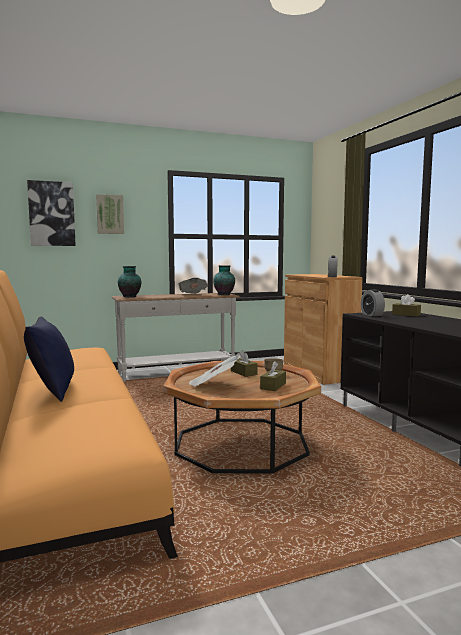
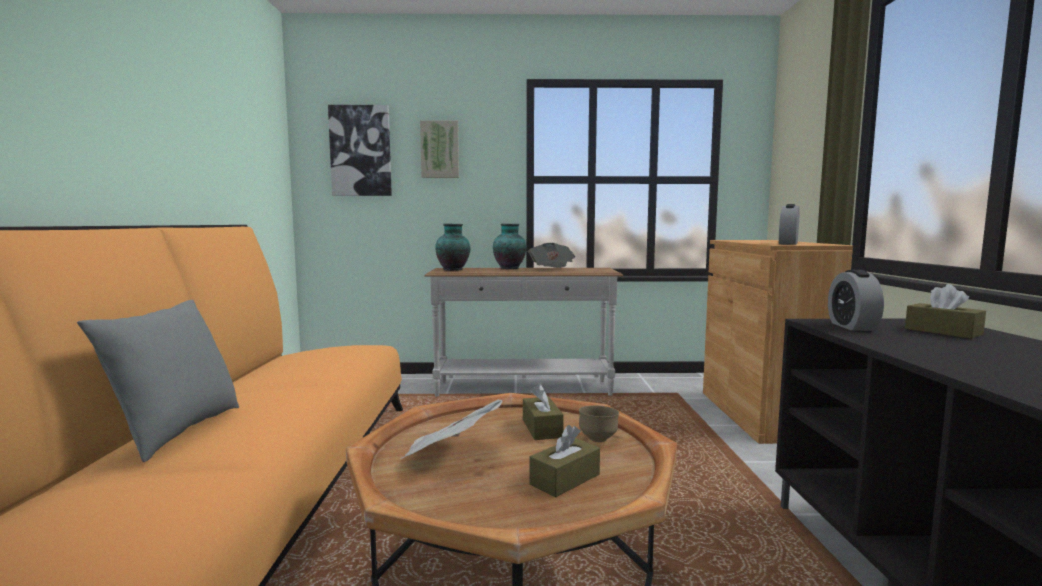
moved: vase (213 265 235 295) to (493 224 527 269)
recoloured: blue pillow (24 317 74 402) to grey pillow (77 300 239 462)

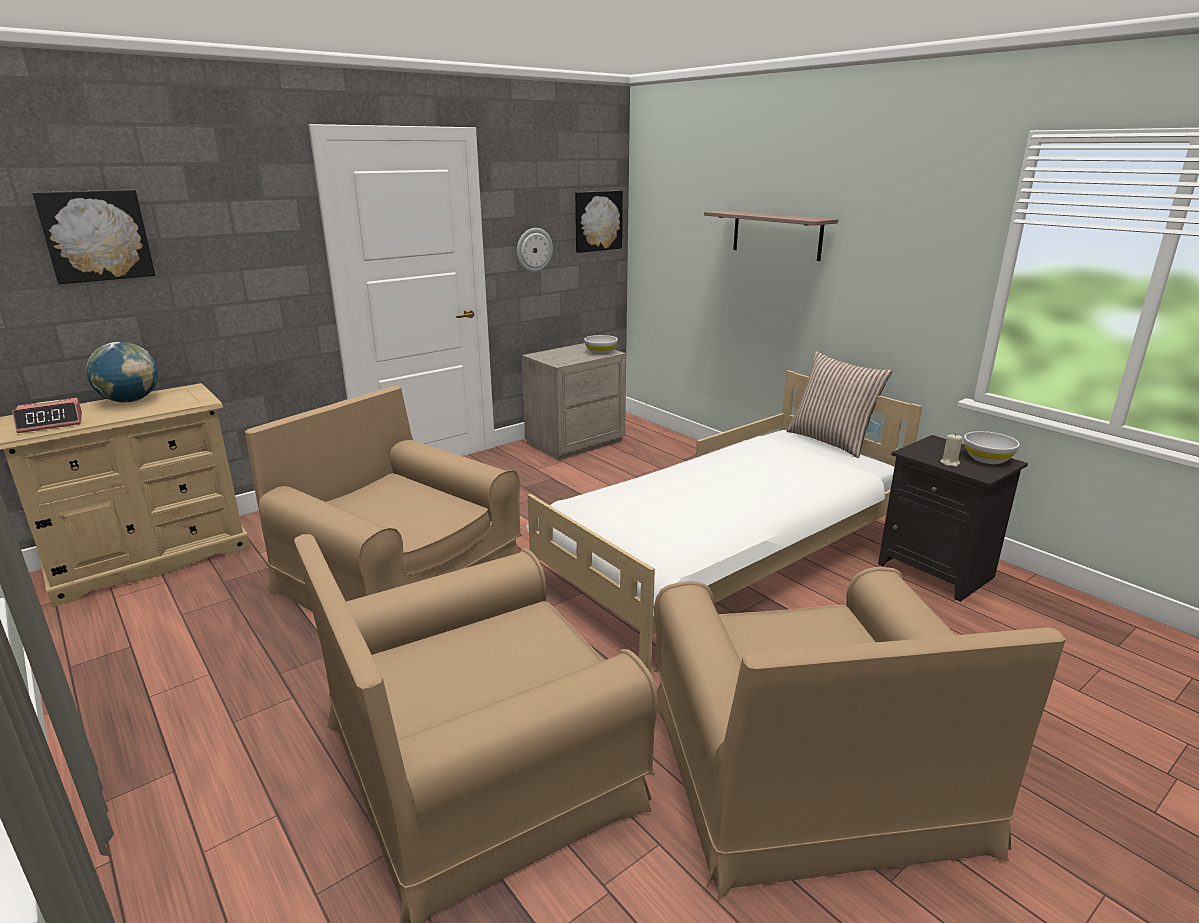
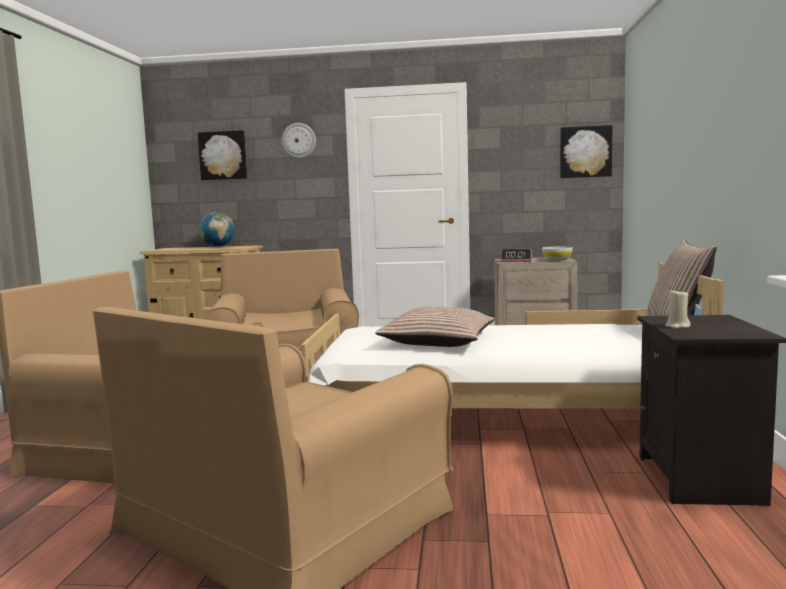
removed: shelf (704 210 838 261); white bowl (964 431 1020 464)
added: pillow (375 306 494 347)
moved: alarm clock (12 398 82 433) to (500 249 532 262); wall clock (517 228 553 273) to (282 123 316 159)

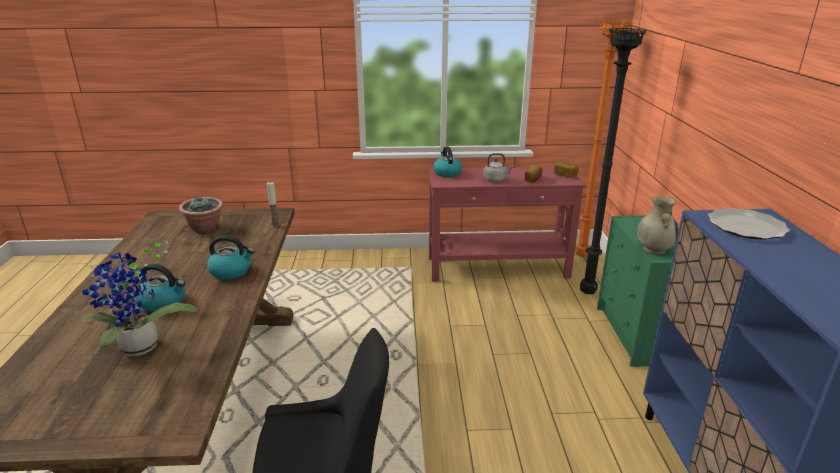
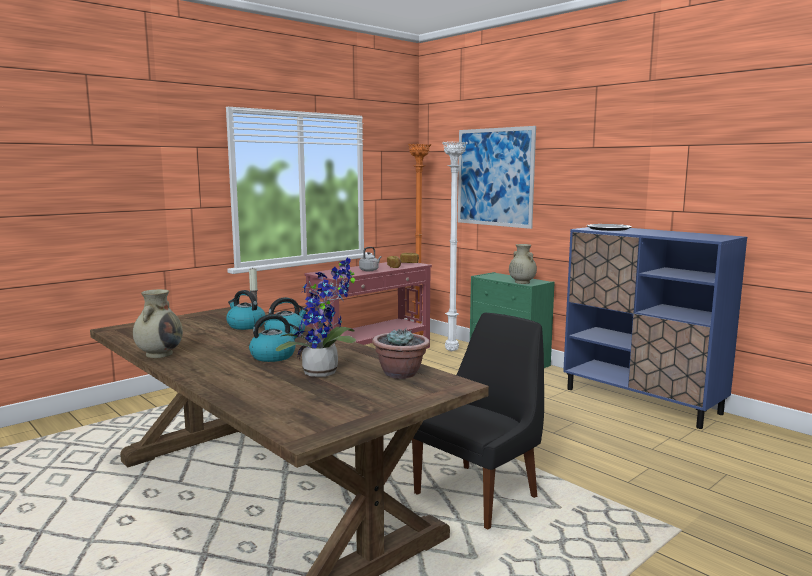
added: beige vase (133 289 183 358); picture (458 126 536 229)
moved: potted plant (179 196 223 233) to (372 328 430 379); kettle (433 146 462 177) to (226 290 265 330)
recoloured: black floor lamp (580 27 647 294) to white floor lamp (442 141 468 352)

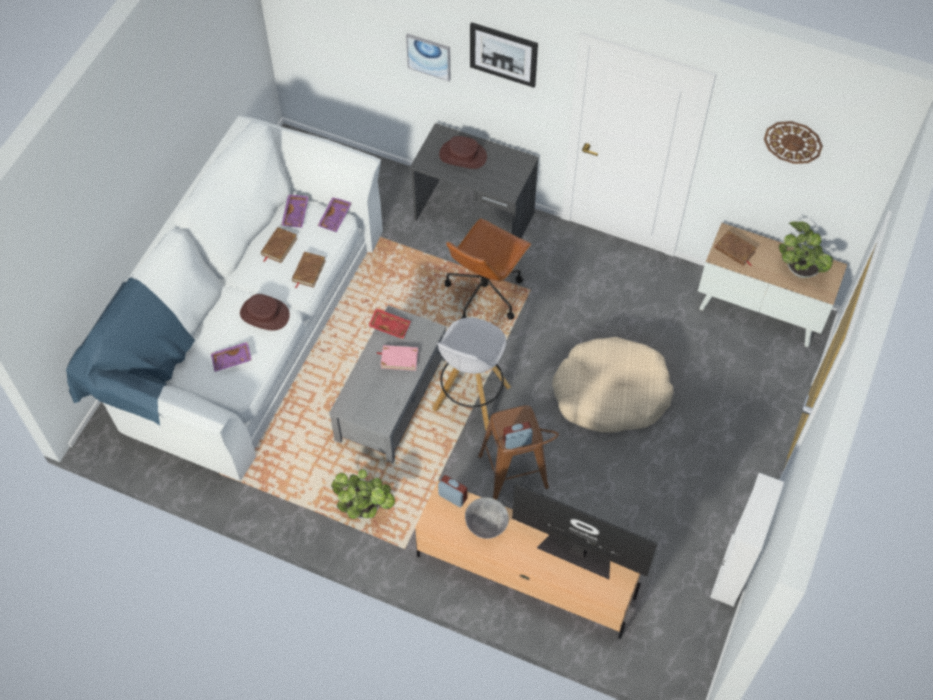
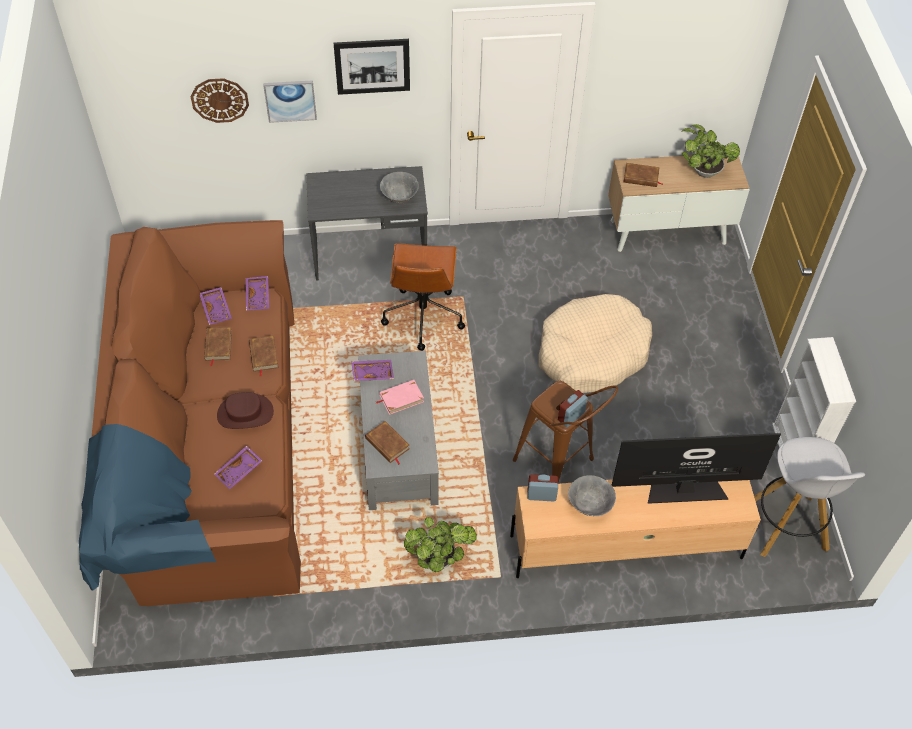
removed: brown hat (439 136 487 169)
added: brown book (365 421 410 465); grey bowl (380 172 419 204)
moved: white stool (432 317 511 430) to (754 437 865 557); wall clock (764 121 823 164) to (191 78 249 123)
recoloured: white sofa (66 116 383 481) to brown sofa (79 220 301 606); red tray (368 308 411 339) to purple tray (351 360 394 381)

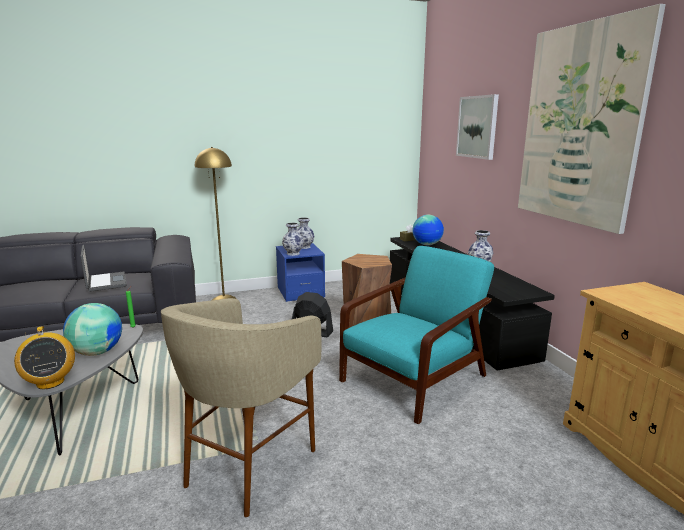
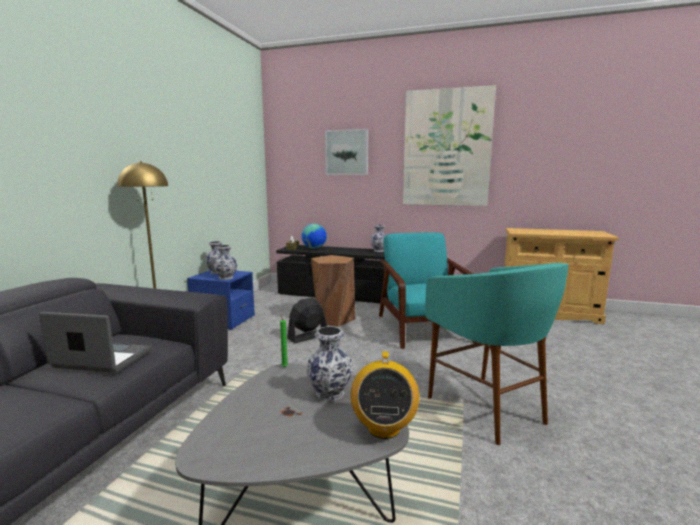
replaced: globe (63 303 122 356) to vase (306 326 353 402)
recoloured: beige stool (161 298 321 517) to turquoise stool (425 263 569 445)
turned: radio (14 326 75 389) = (351 351 419 439) 90 degrees clockwise

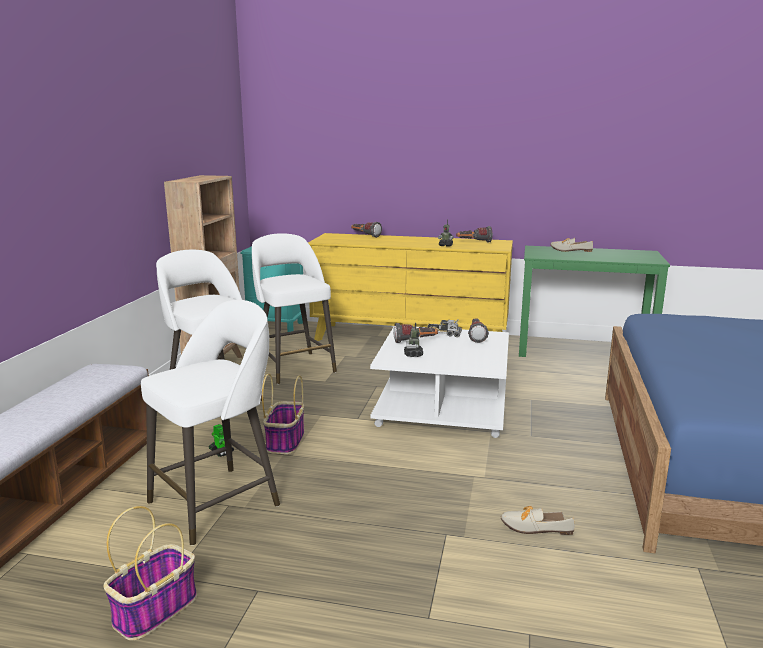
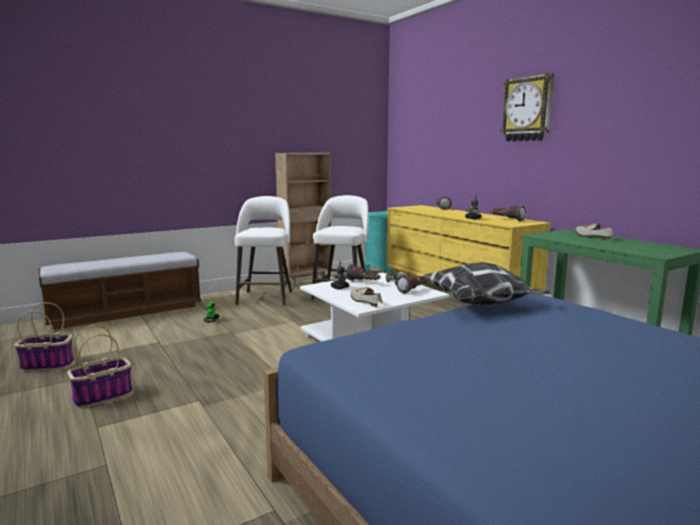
removed: white stool (141 300 280 545)
added: pillow (422 262 551 306); wall clock (501 73 554 141)
moved: basket (262 374 304 454) to (67 325 133 408); shoe (501 506 575 535) to (351 287 383 307)

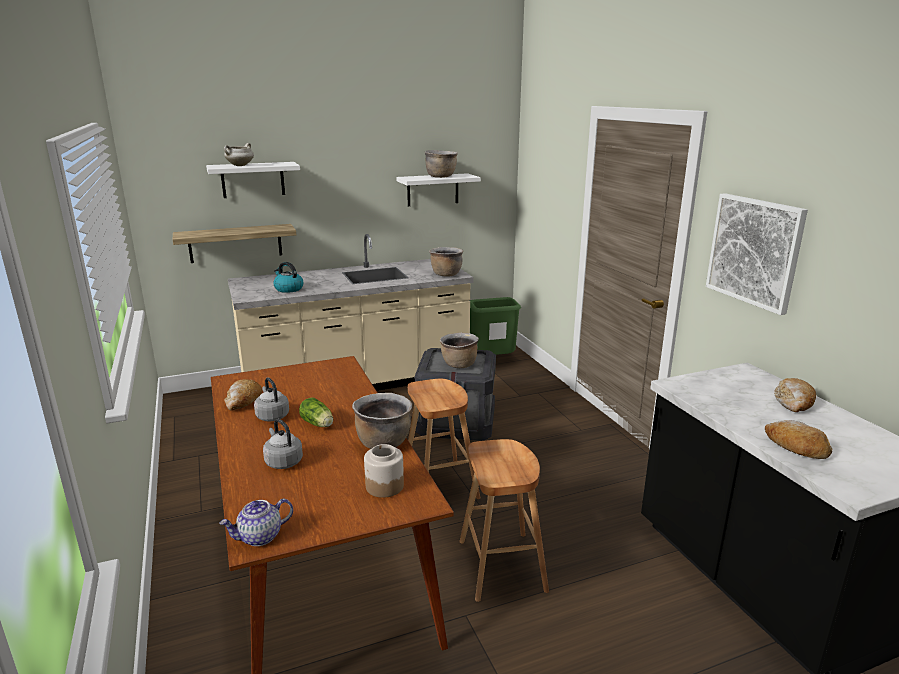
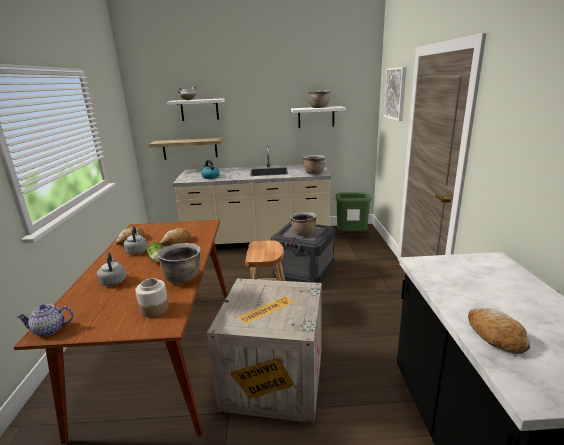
moved: picture (706 193 808 315) to (384 67 407 121); bread (774 378 816 412) to (160 228 191 246)
replaced: brown stool (459 439 549 602) to crate (207 278 321 423)

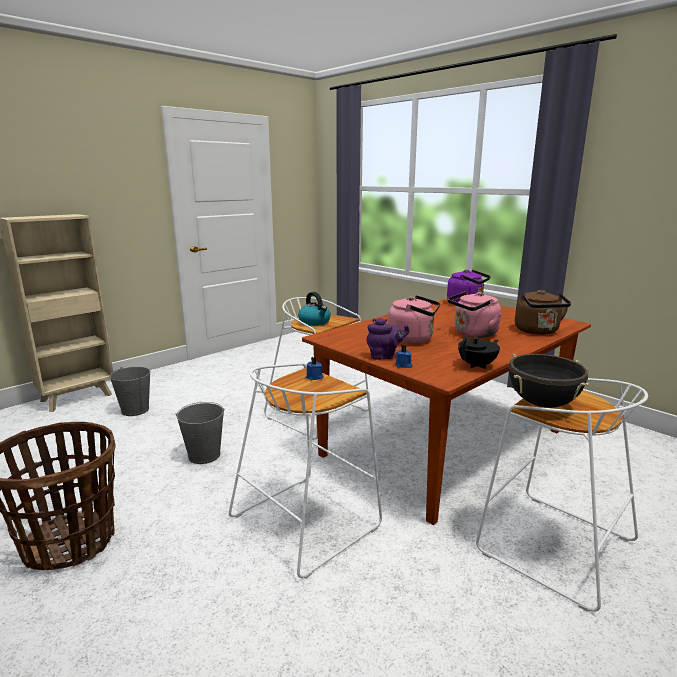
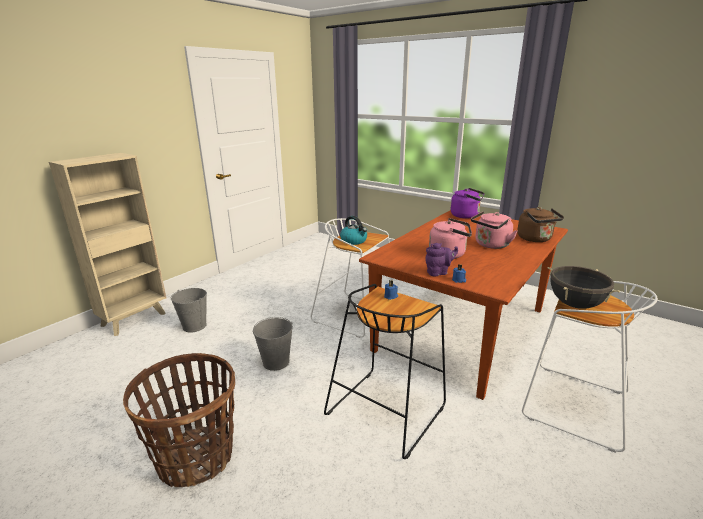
removed: black teapot (458 336 500 369)
recoloured: white stool (229 363 382 579) to black stool (324 284 446 459)

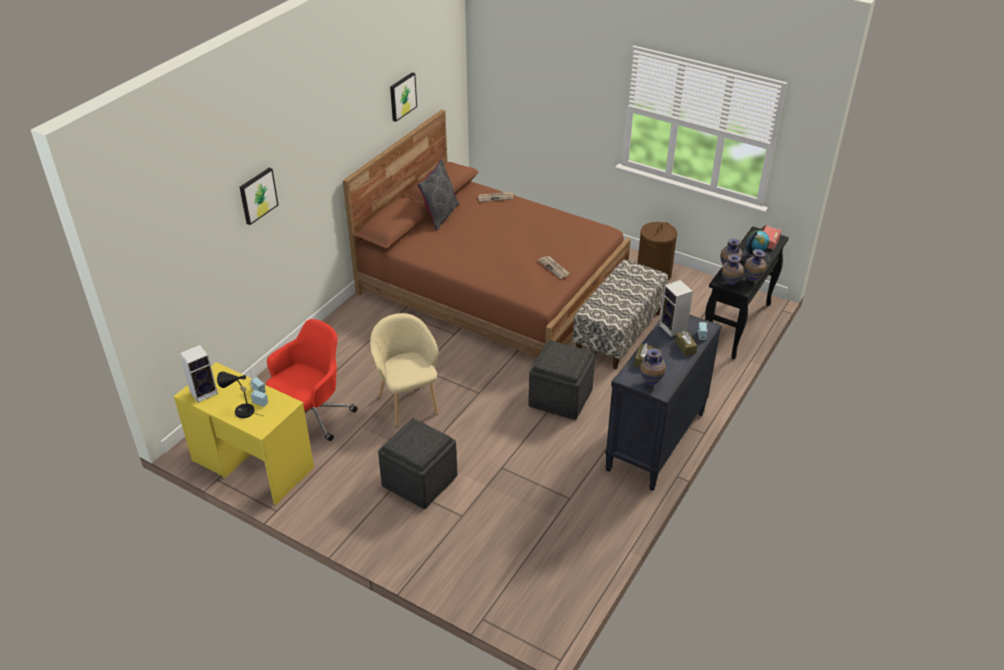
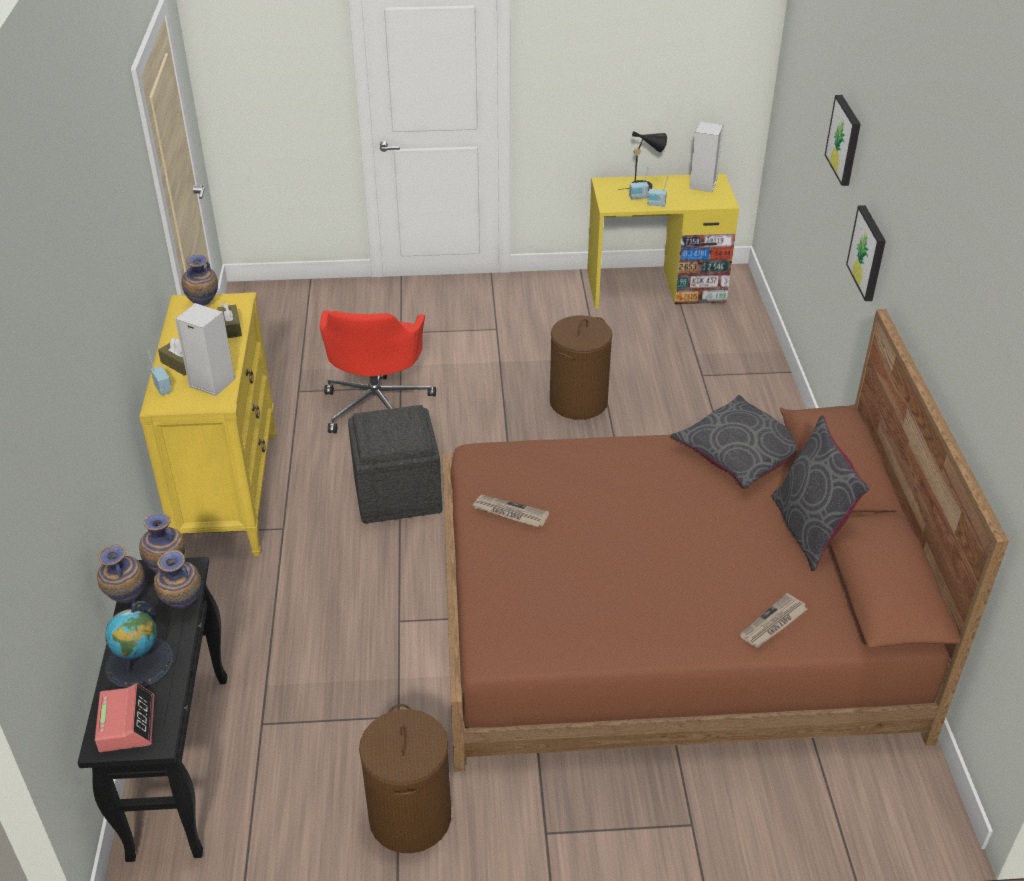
removed: grey ottoman (378 418 457 509); bench (573 259 668 369)
added: grey pillow (670 395 797 489)
moved: red office chair (266 319 358 441) to (320 310 436 433); picture (390 72 417 122) to (846 205 886 301)
replaced: beige armchair (370 313 438 427) to brown laundry basket (550 315 612 420)
recoloured: black dresser (605 314 722 491) to yellow dresser (139 292 276 558)

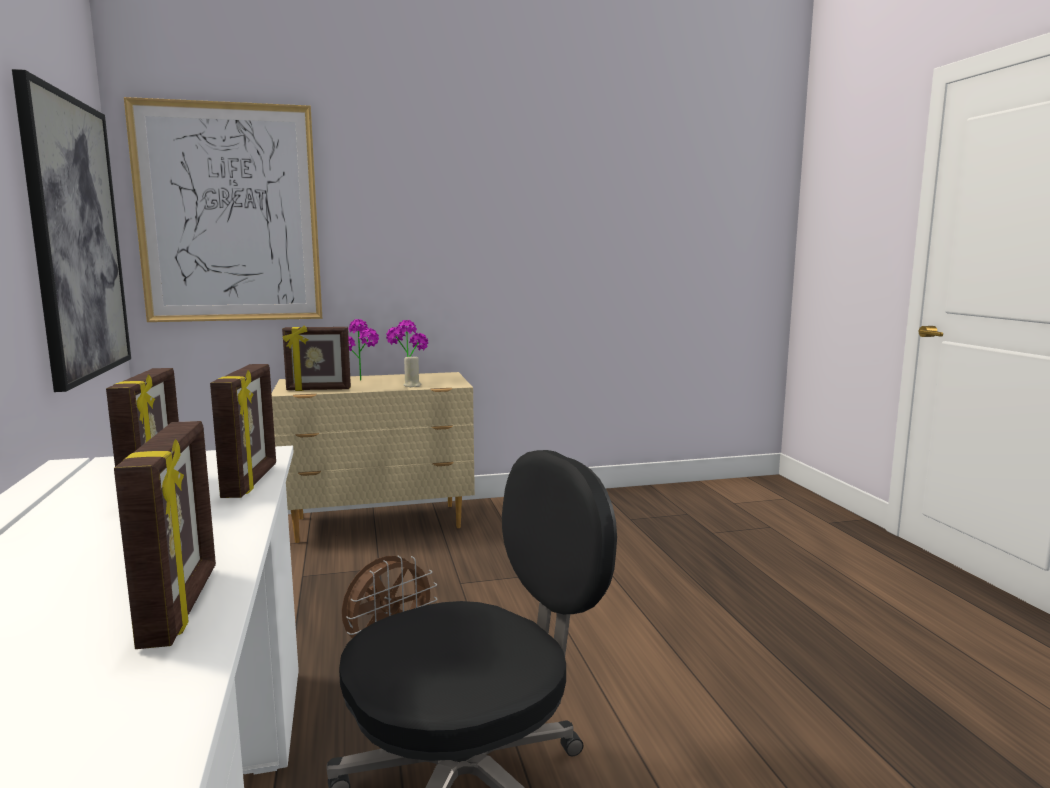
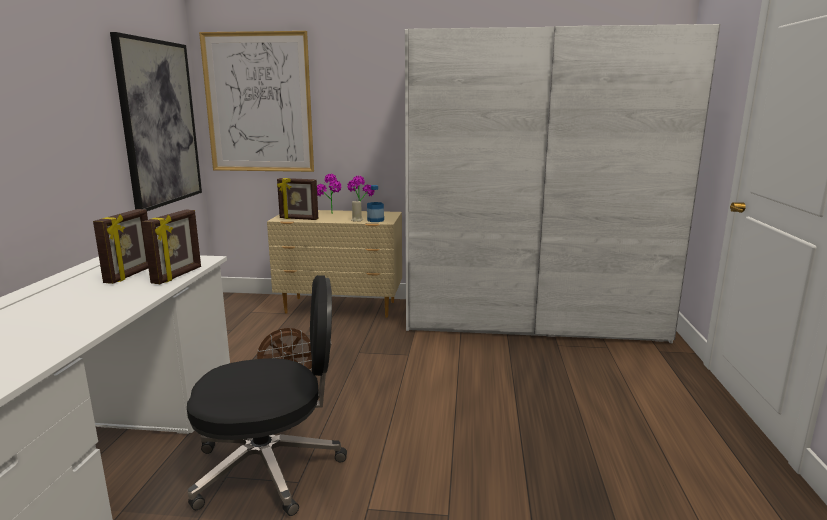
removed: picture frame (114 421 216 649)
added: bottle (367 185 384 222); white wardrobe (405 24 720 343)

